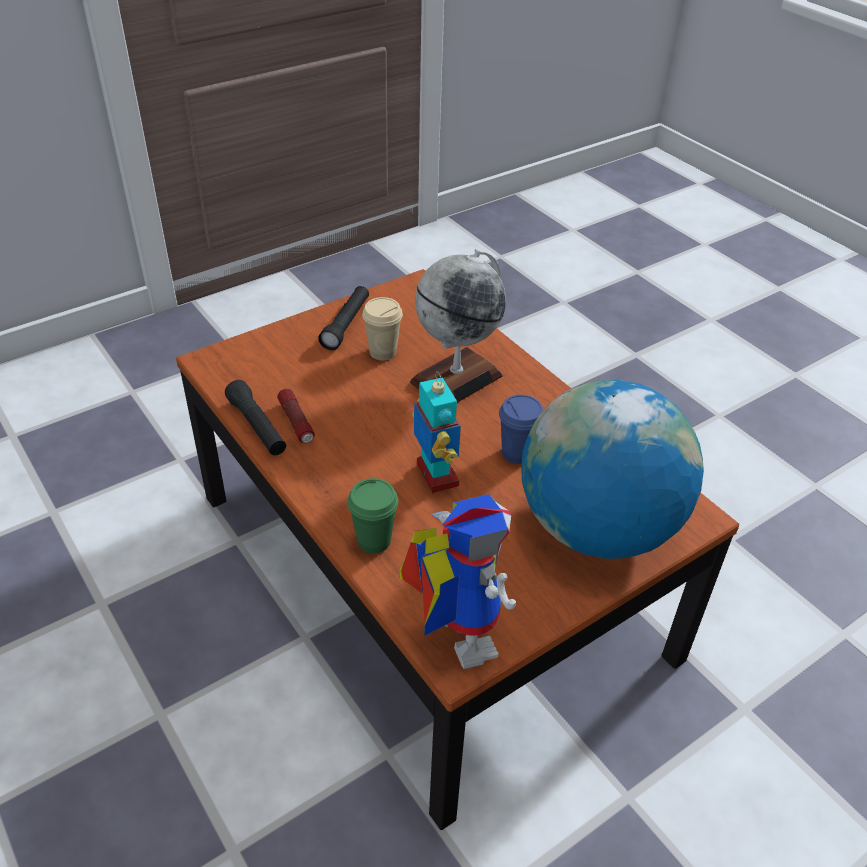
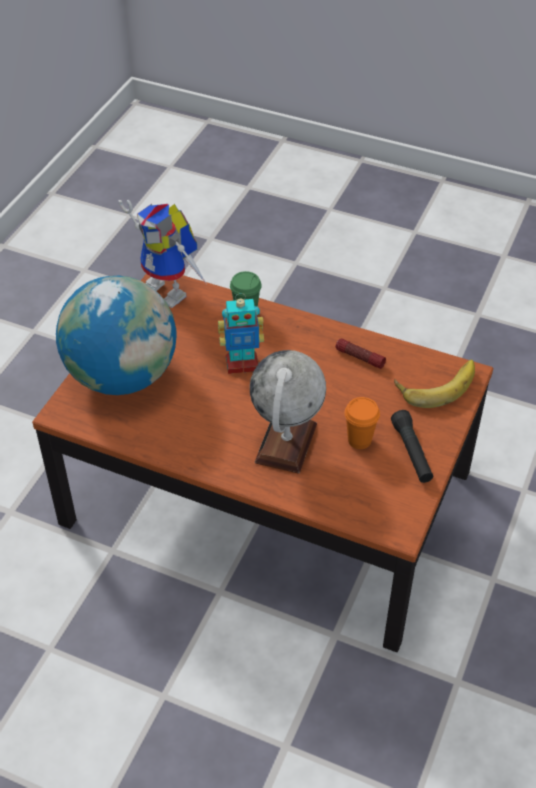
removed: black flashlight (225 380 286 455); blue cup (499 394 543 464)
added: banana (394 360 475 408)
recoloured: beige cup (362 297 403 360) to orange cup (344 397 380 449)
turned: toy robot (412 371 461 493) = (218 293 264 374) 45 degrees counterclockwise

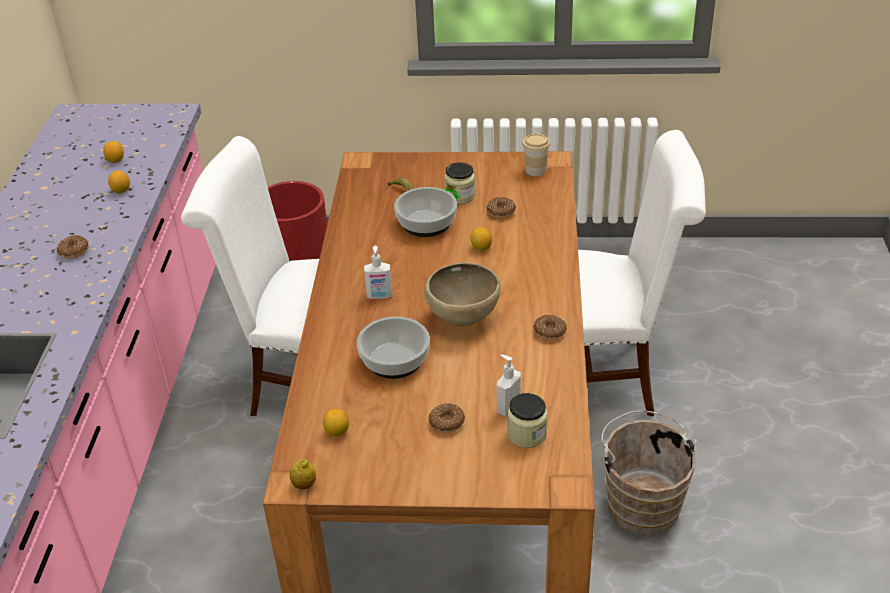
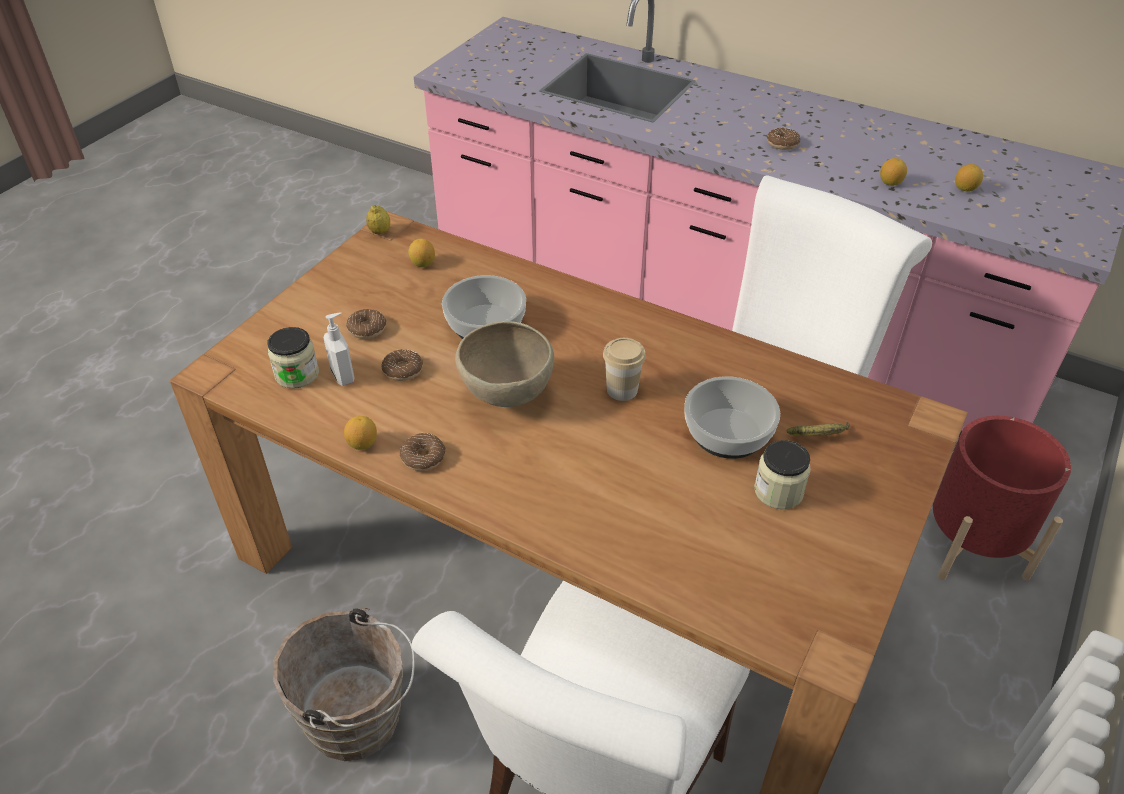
removed: soap dispenser (364 246 392 299)
moved: lemon (470 227 492 251) to (344 416 377 450); donut (487 197 516 218) to (382 349 423 381); cup (522 134 550 176) to (603 338 646 401)

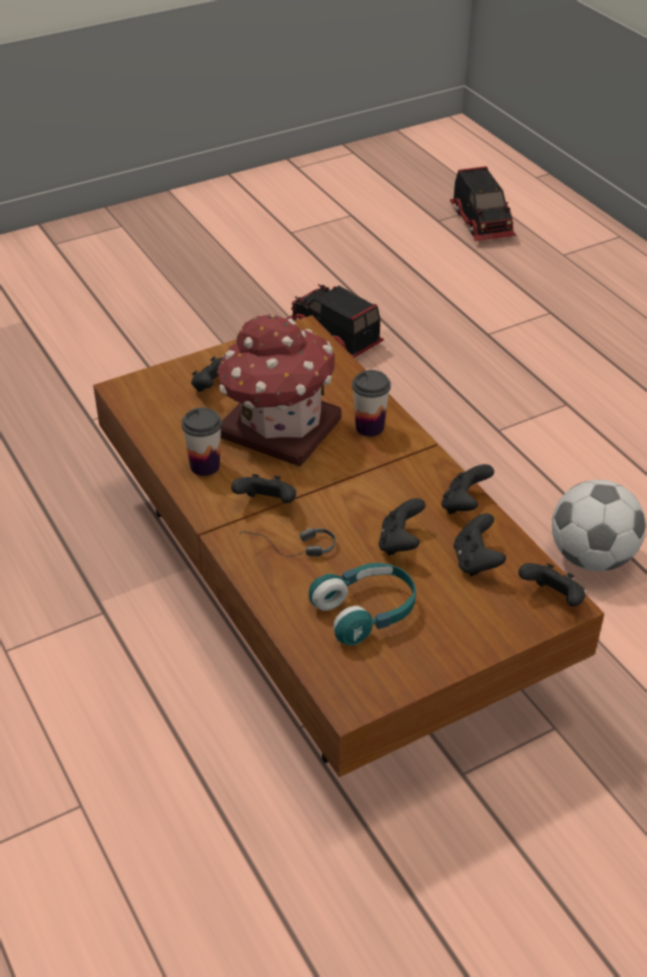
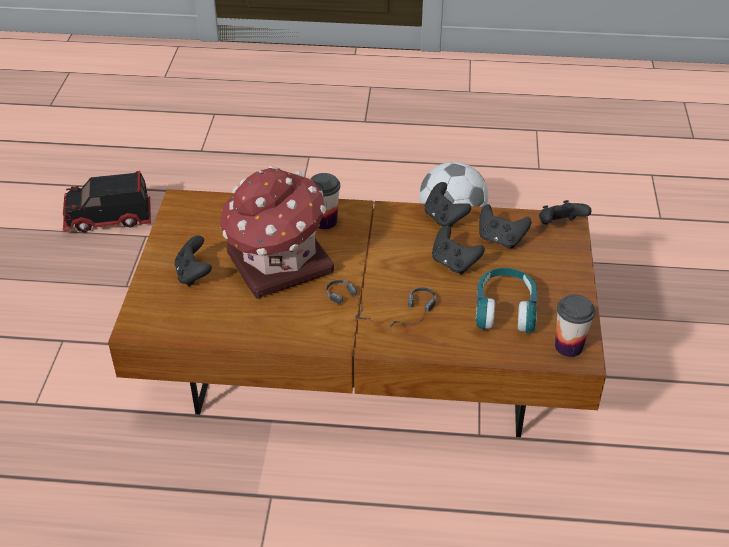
removed: toy truck (450 166 516 241)
moved: cup (181 407 222 476) to (555 294 595 357)
replaced: black game controller (231 474 296 503) to headphones (326 280 374 322)

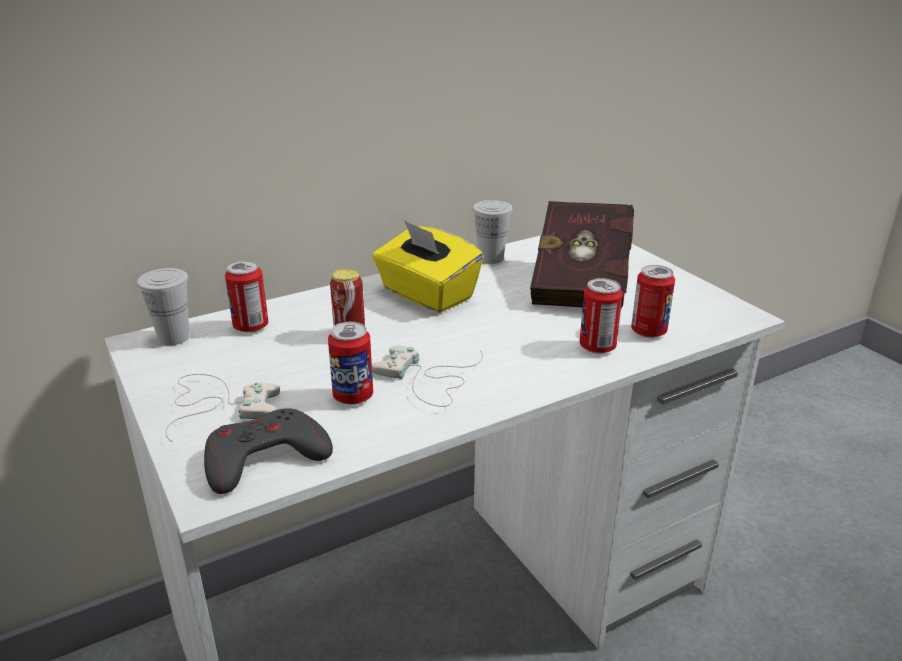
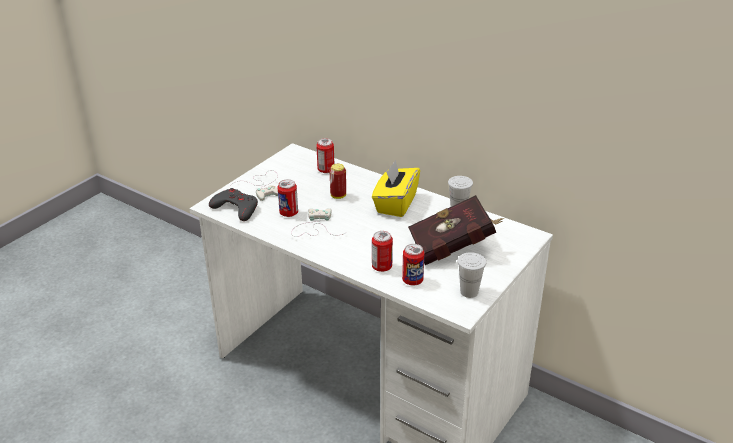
moved: white cup (137 268 189 345) to (457 252 486 298)

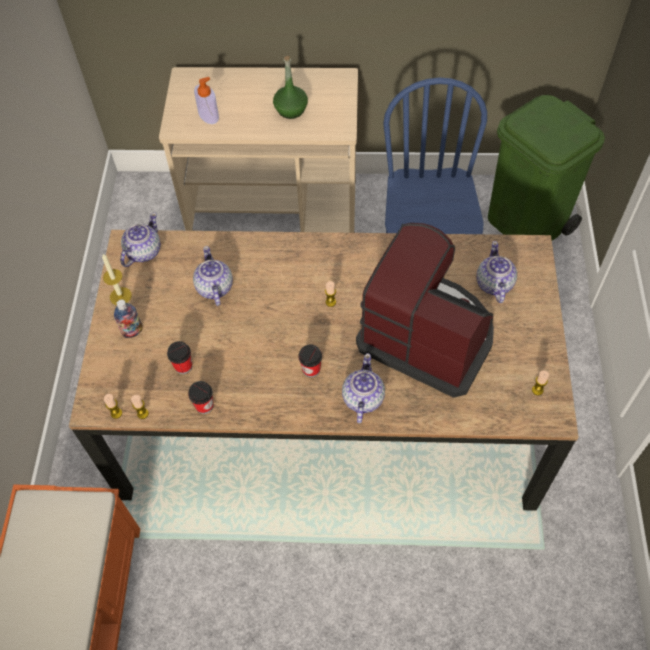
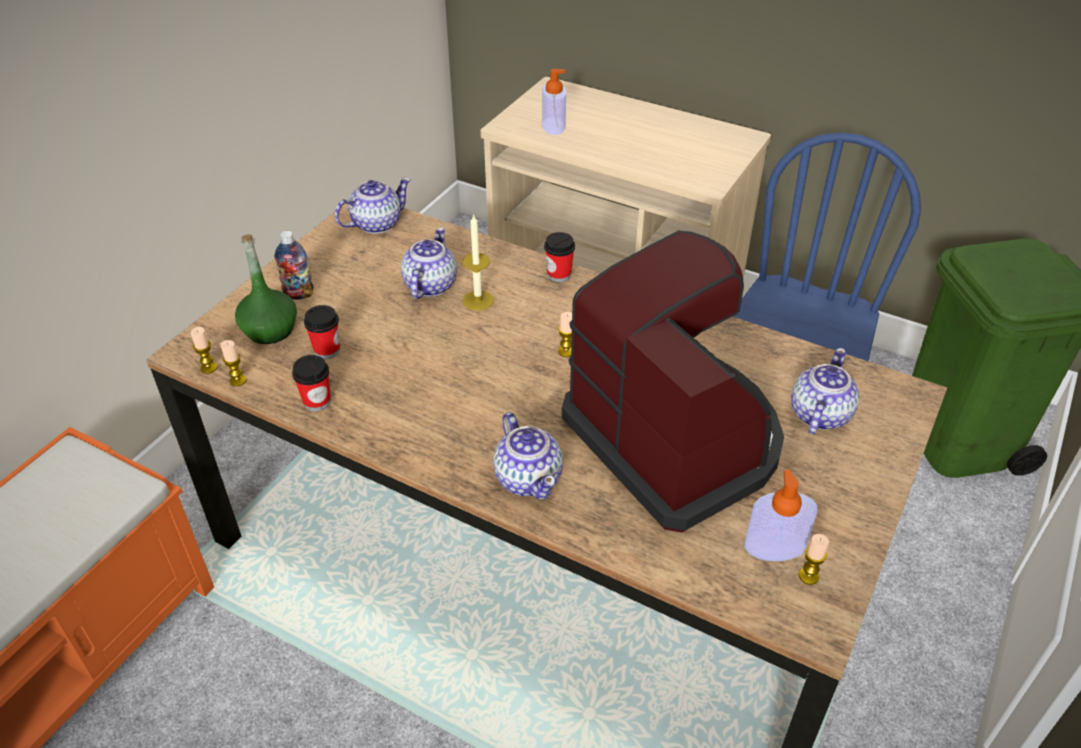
added: soap dispenser (744 469 818 561)
moved: candle (102 254 132 305) to (462 214 494 311); green bottle (273 56 308 119) to (235 234 297 344); cup (298 345 322 378) to (544 232 575 282)
turned: teapot (342 353 385 423) = (493 412 563 500) 120 degrees clockwise

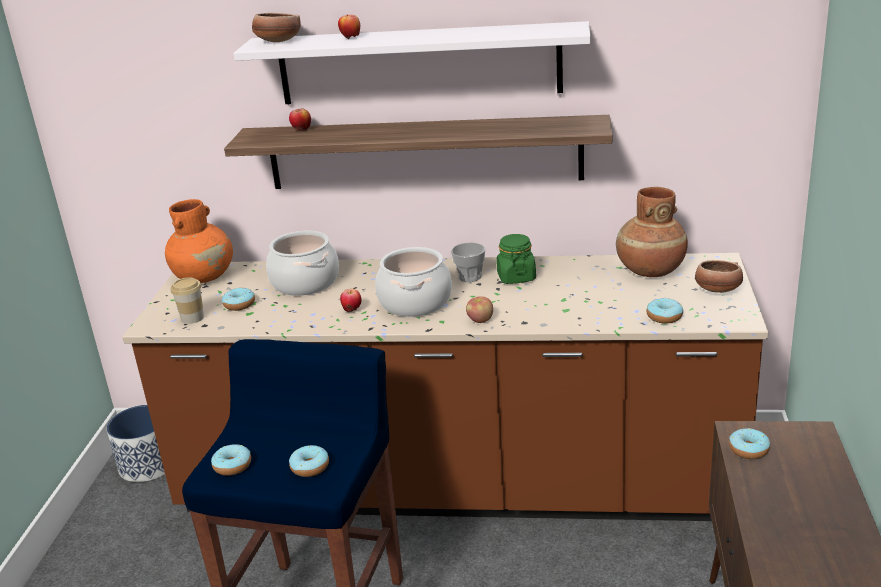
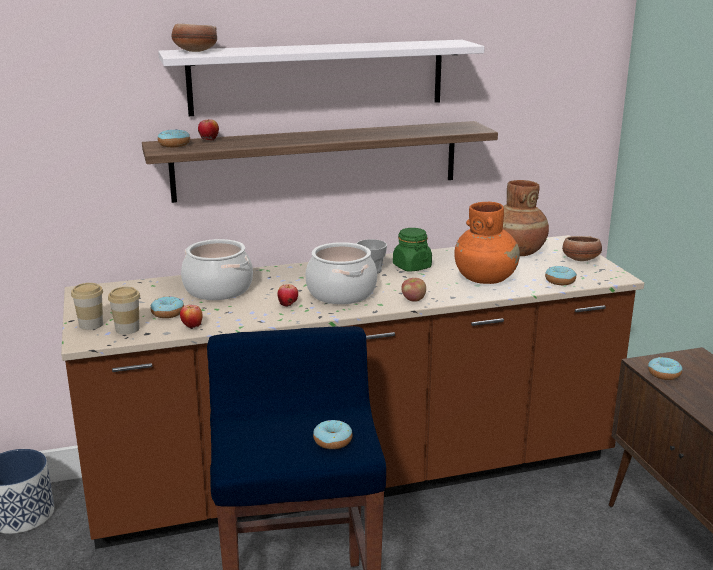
added: cup (71 283 103 330)
moved: orange vase (165 199 233 283) to (454 202 520 284); donut (211 444 251 476) to (158 129 190 147); apple (338 15 360 39) to (180 305 203 329)

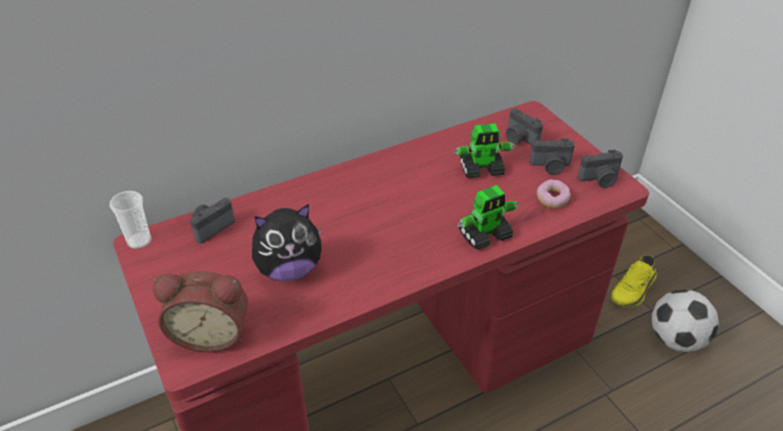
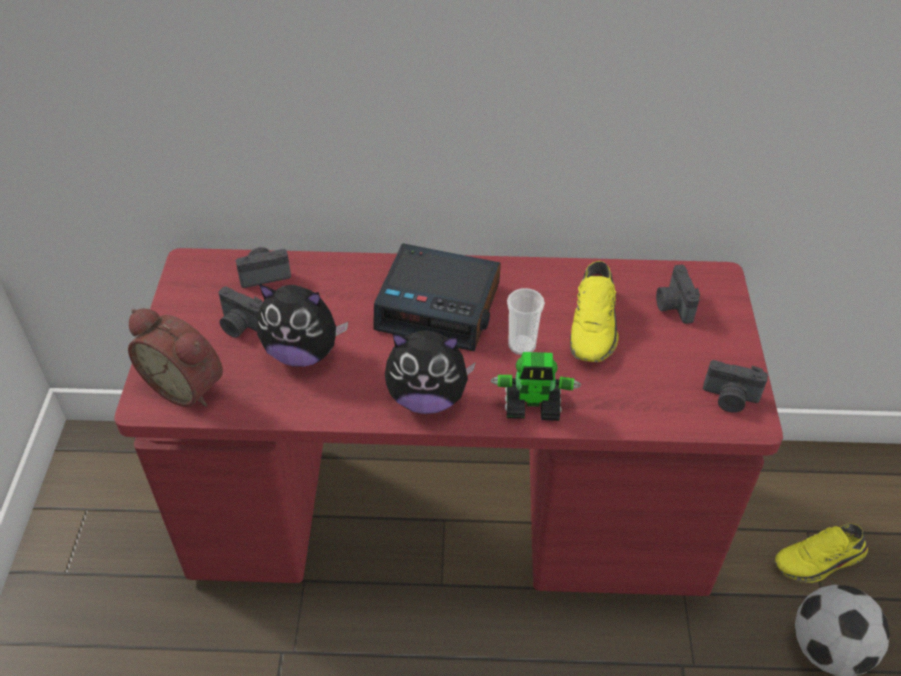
removed: donut (537 179 571 208)
added: alarm clock (373 243 501 351); plush toy (385 330 476 414)
moved: cup (109 191 151 249) to (507 288 545 355); photo camera (530 138 575 175) to (218 287 263 338)
replaced: toy robot (453 123 516 178) to yellow shoe (570 261 619 362)

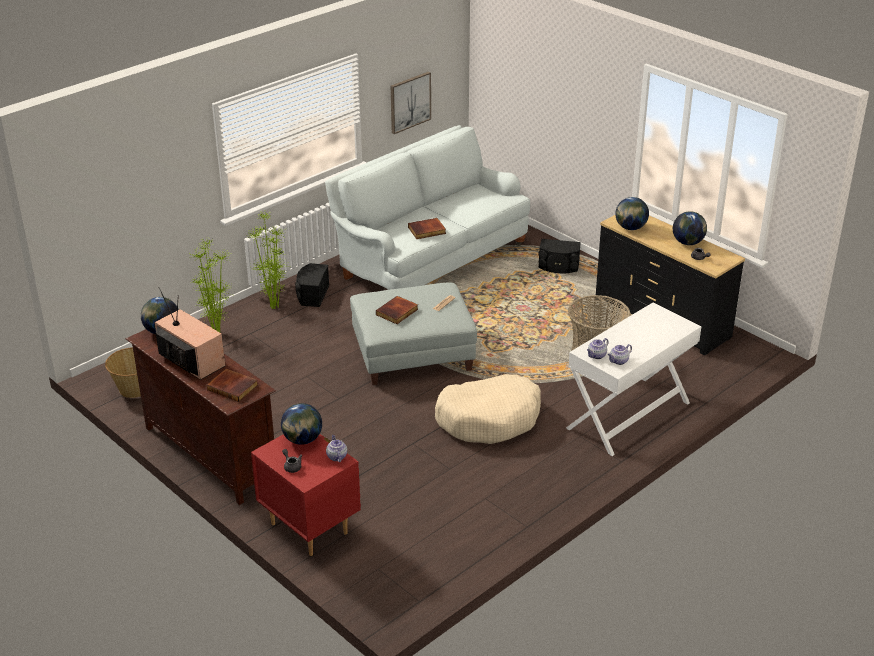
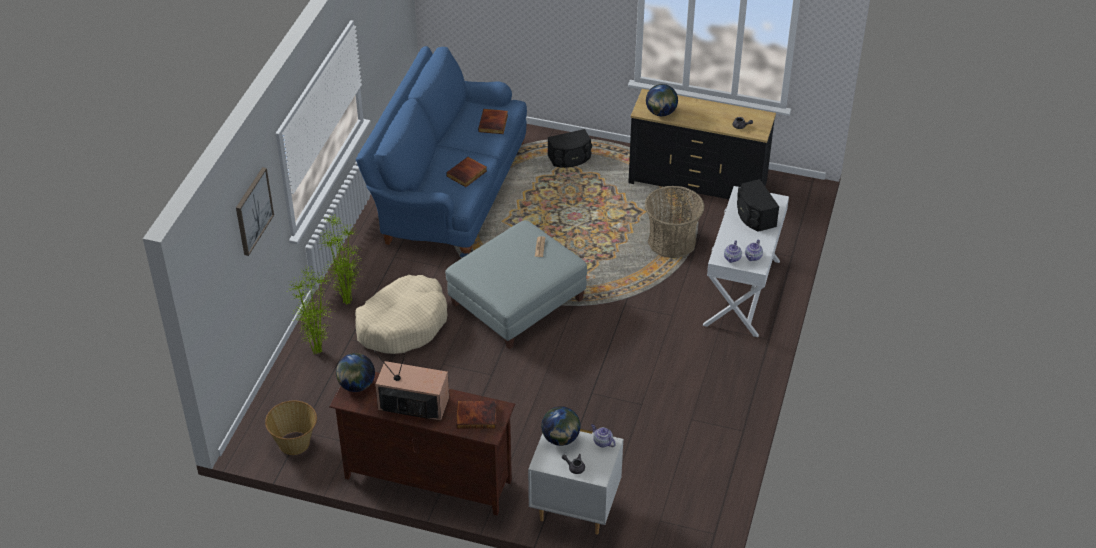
removed: globe (673 211 707 245)
moved: black speaker (295 263 329 307) to (737 179 779 232); book (376 296 418 324) to (478 109 508 134); picture (391 72 431 134) to (236 167 274 256); beige dog bed (435 374 541 444) to (355 275 448 354)
recoloured: red nightstand (251 434 361 556) to white nightstand (528 429 623 535); white sofa (325 125 530 290) to blue sofa (356 46 527 257)

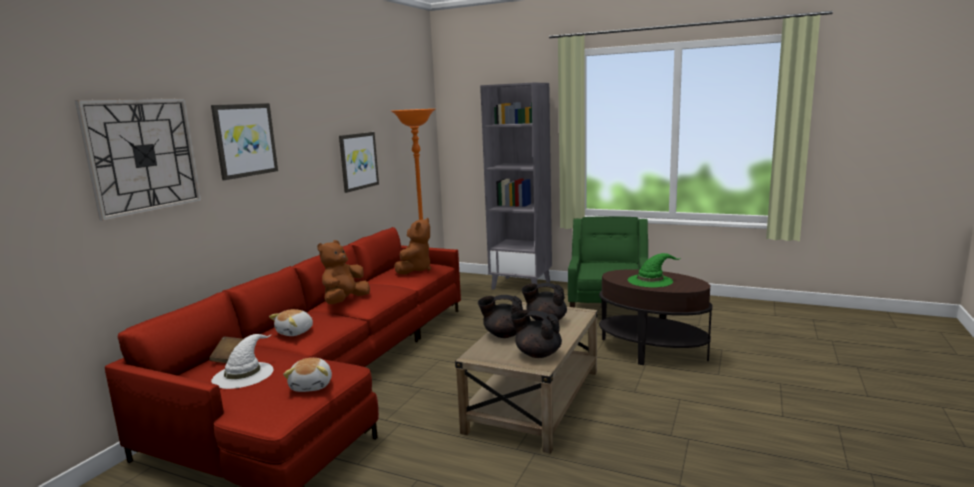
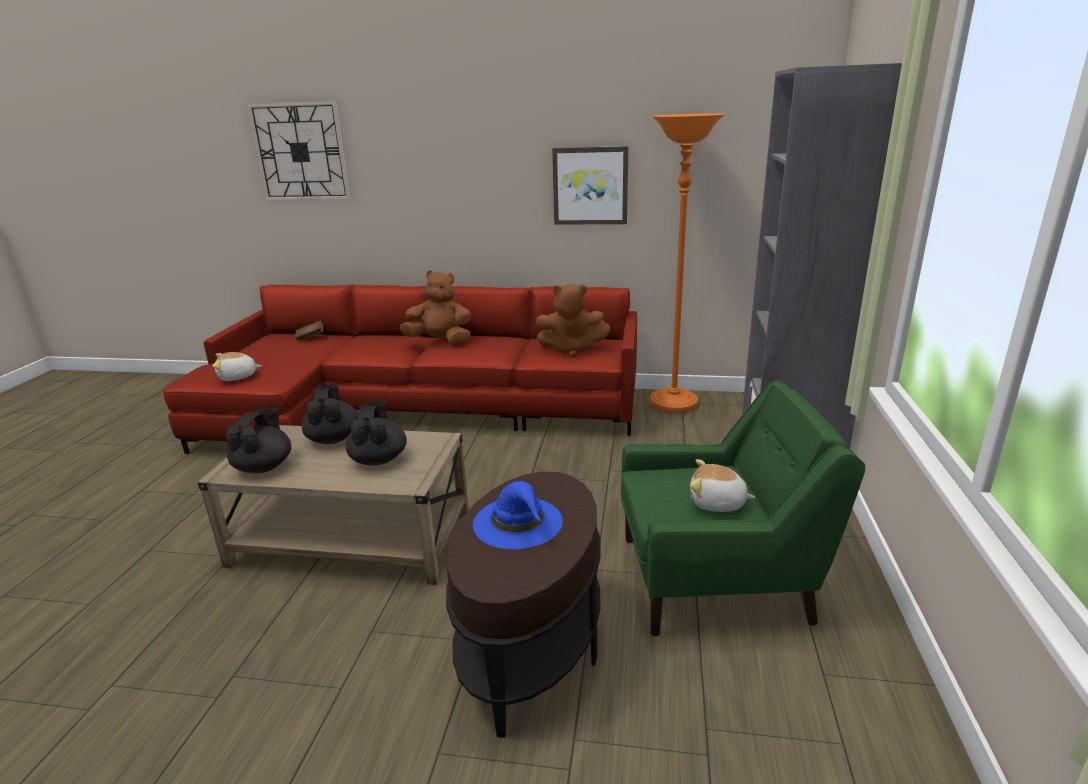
removed: picture (211 103 278 180); white hat (211 334 274 389)
moved: plush toy (269 309 313 336) to (690 459 756 512)
recoloured: green hat (628 253 681 288) to blue hat (473 481 563 549)

